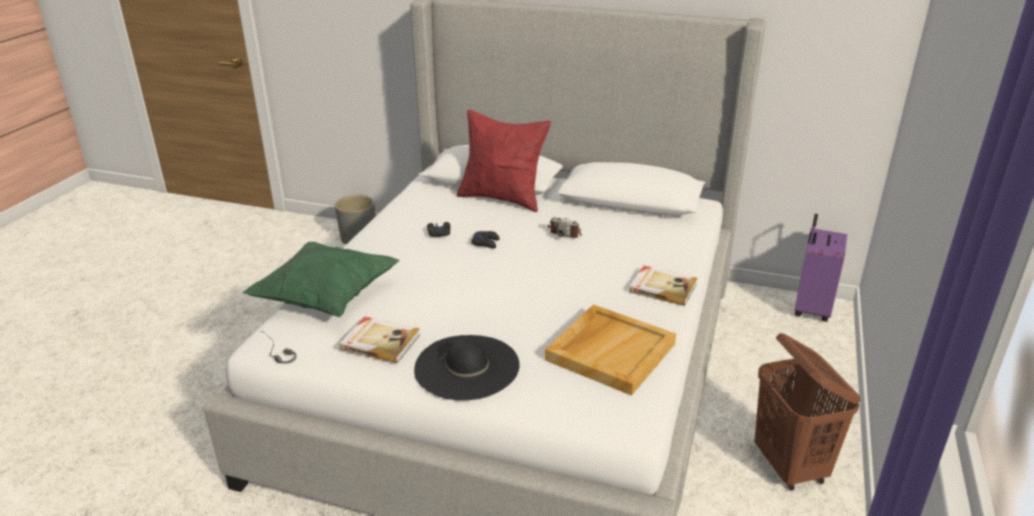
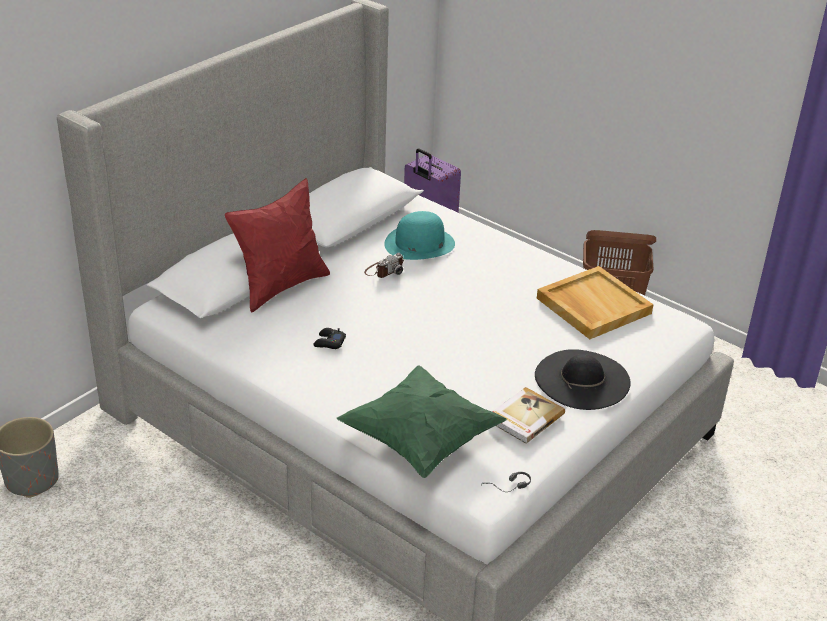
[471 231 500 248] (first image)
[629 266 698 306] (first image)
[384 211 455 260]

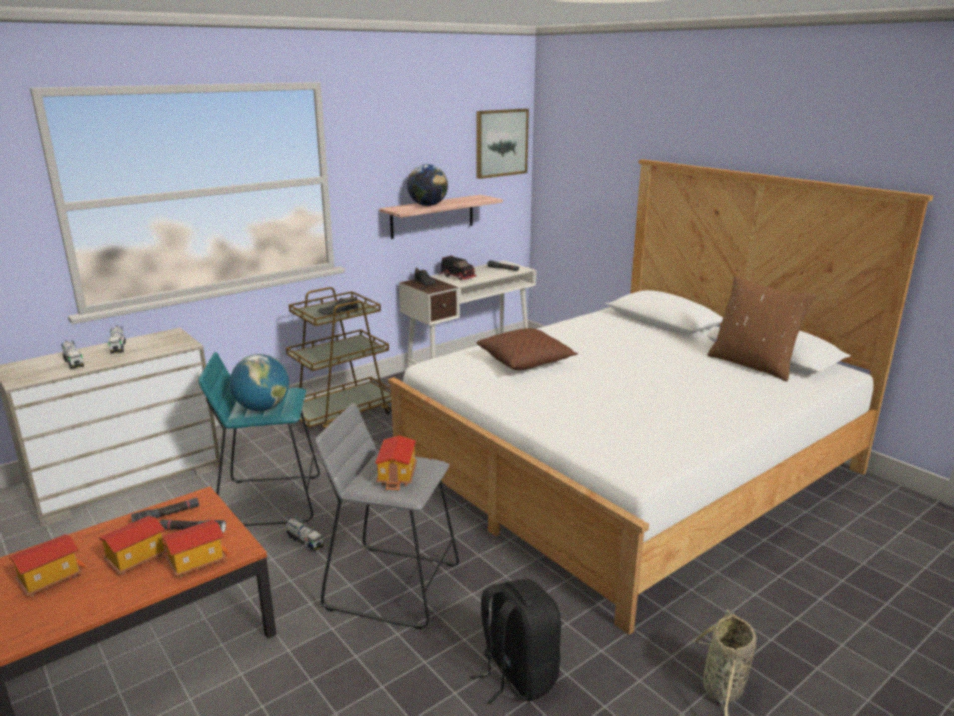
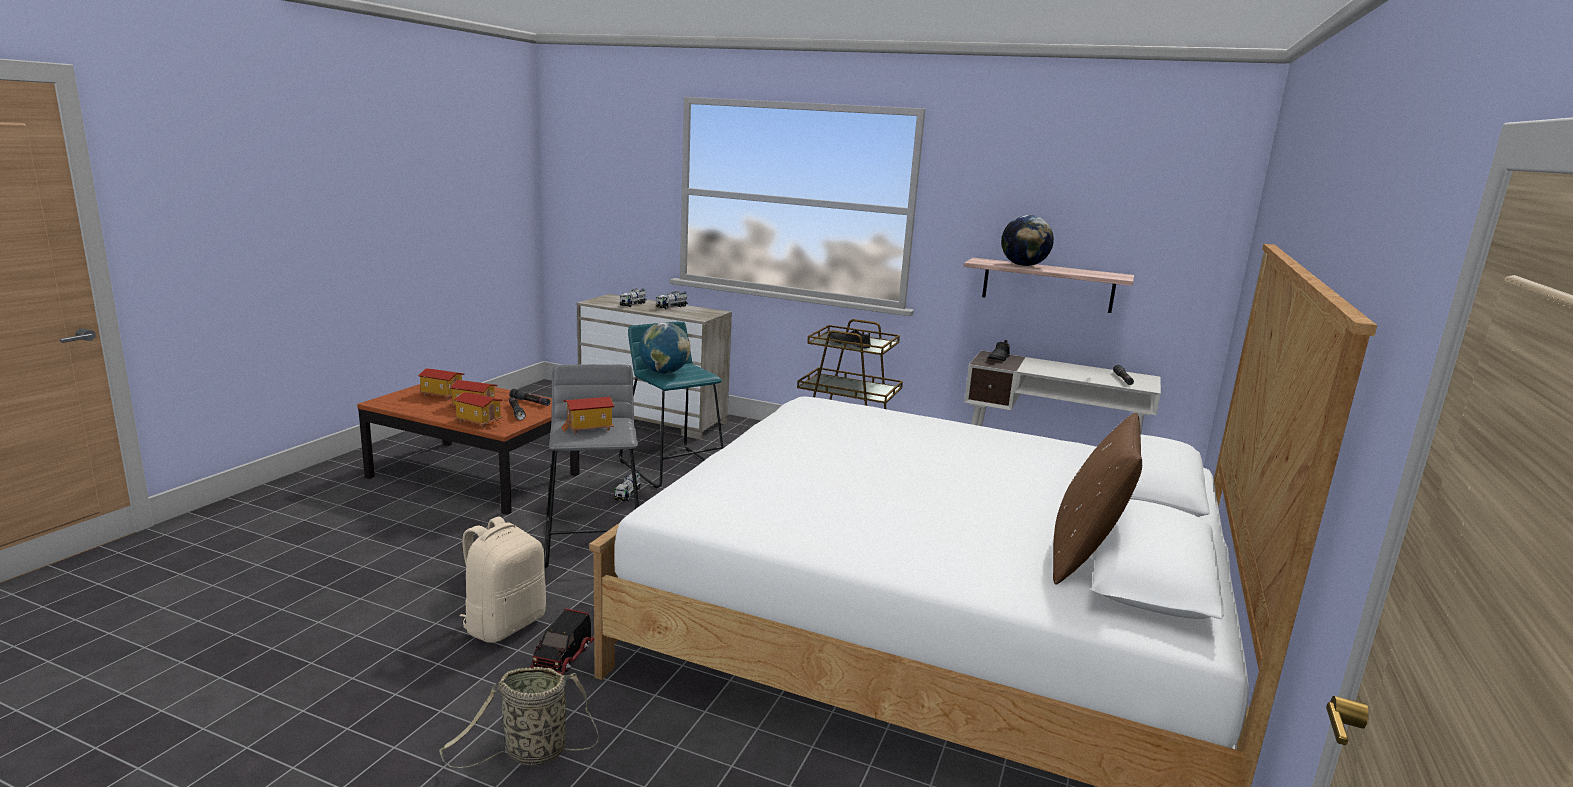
[529 608 594 675]
[459 516 546 643]
[476 109 529 179] (first image)
[476 328 578 370] (first image)

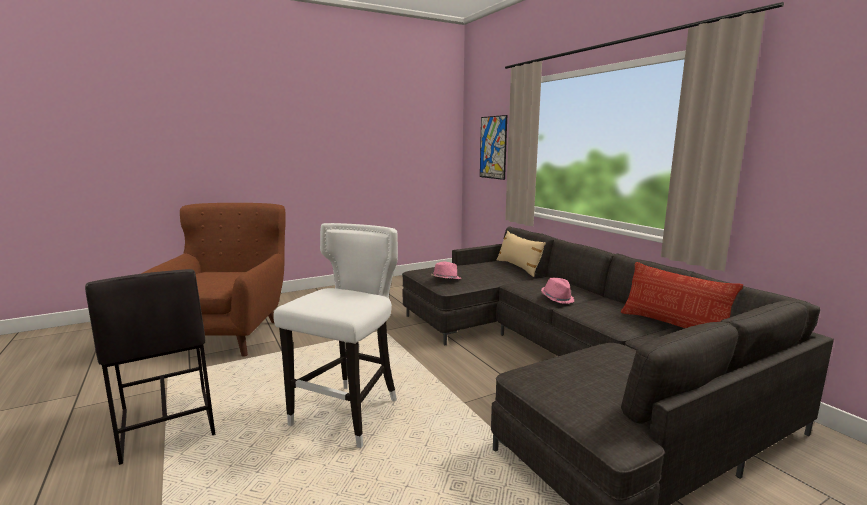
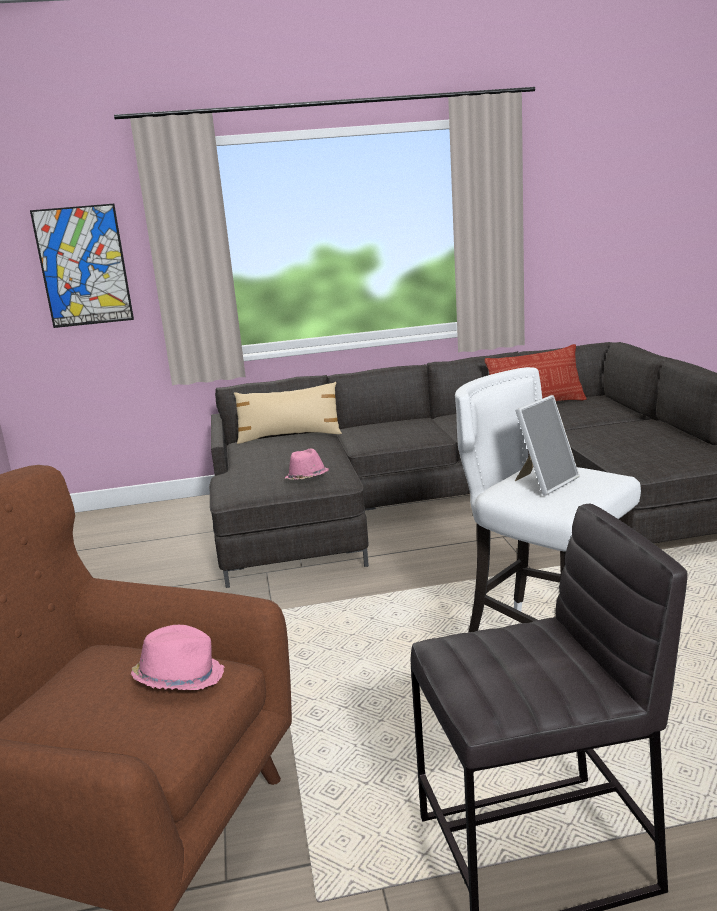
[131 625 225 690]
[515 395 580 495]

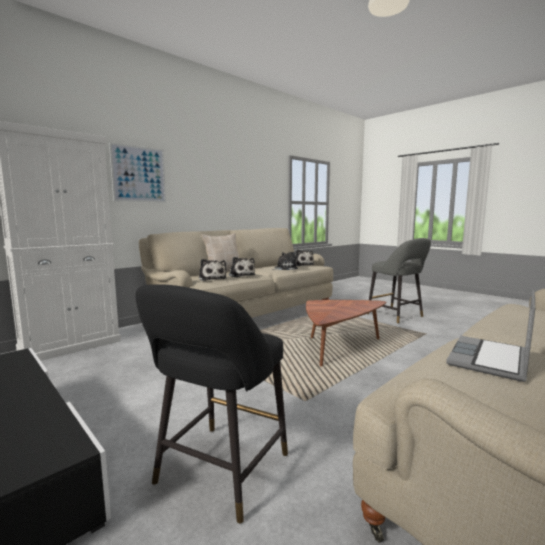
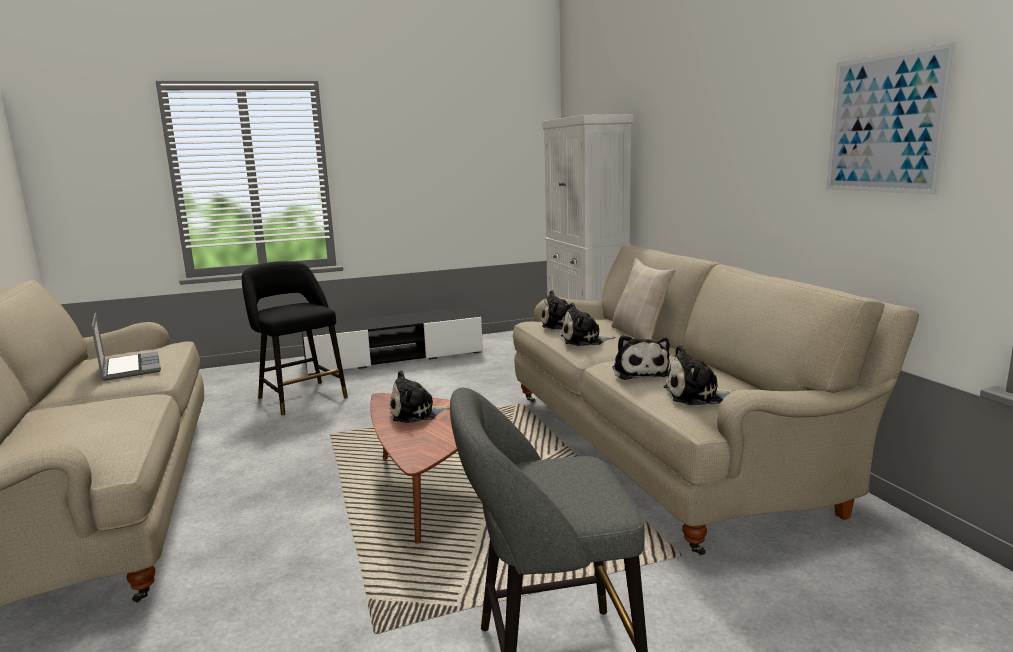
[826 42 957 194]
[390 370 450 423]

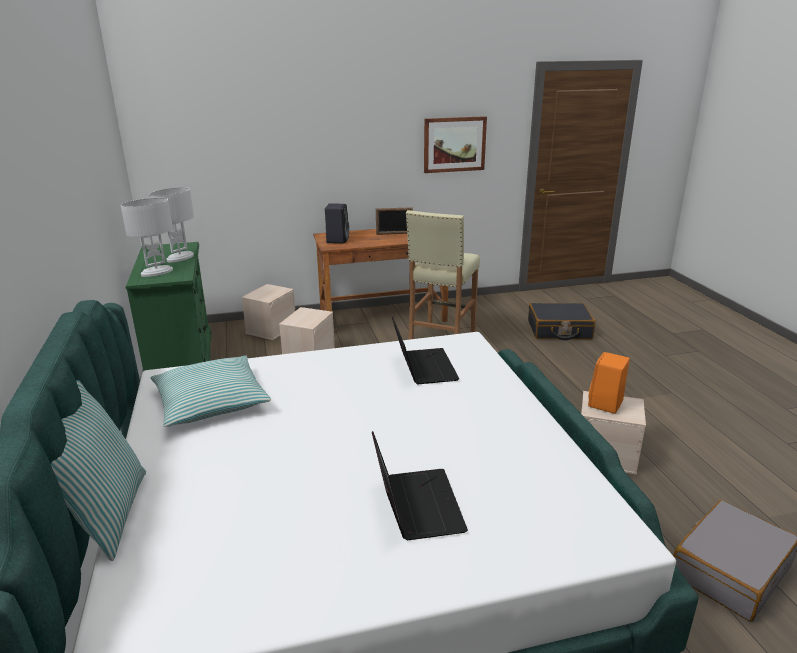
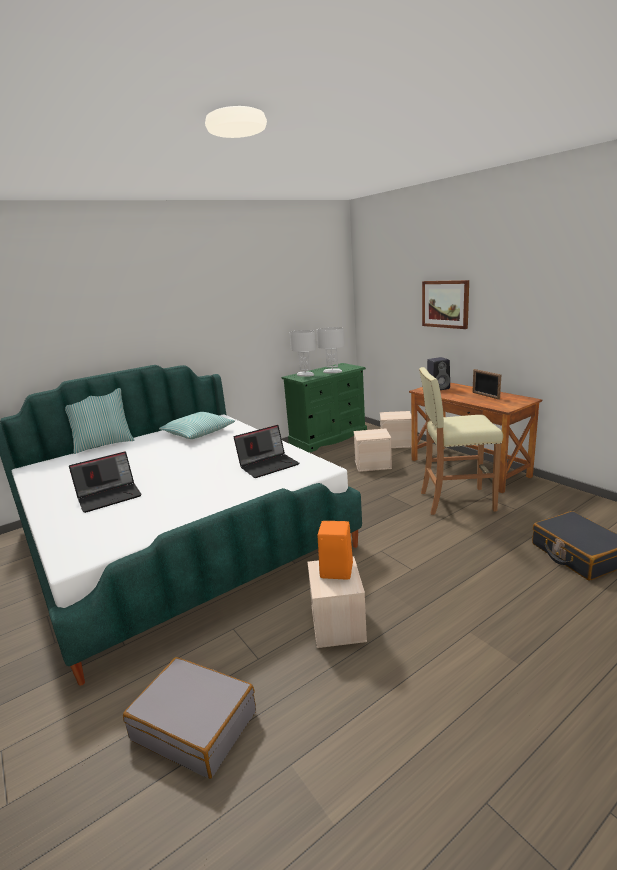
[422 280 469 329]

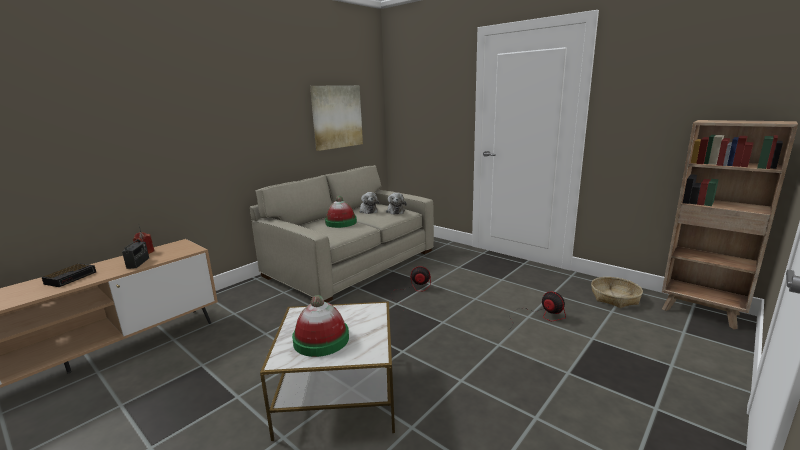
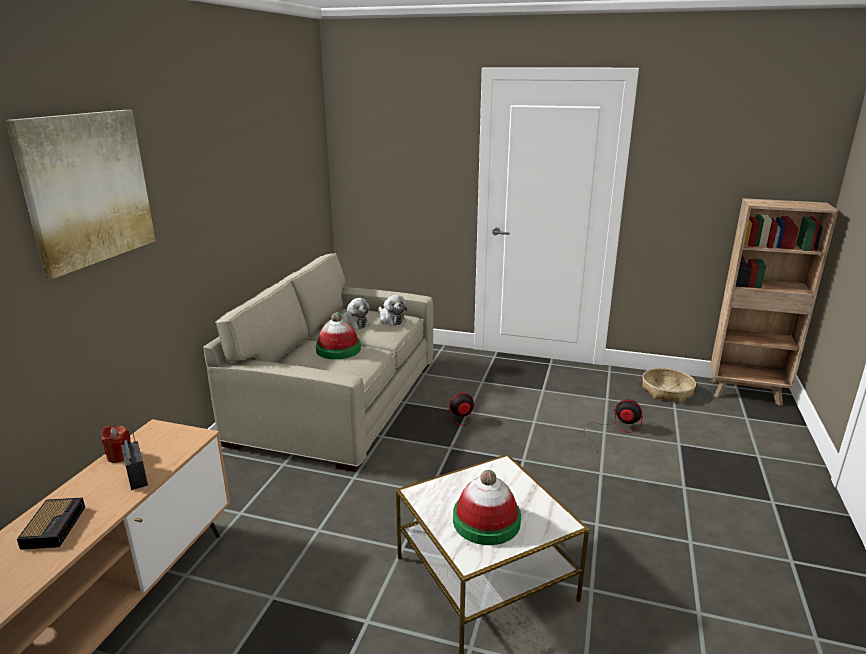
[6 110 156 279]

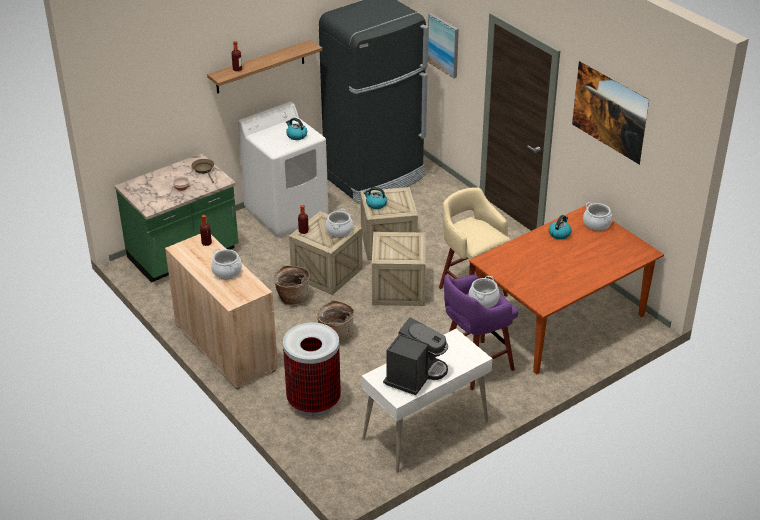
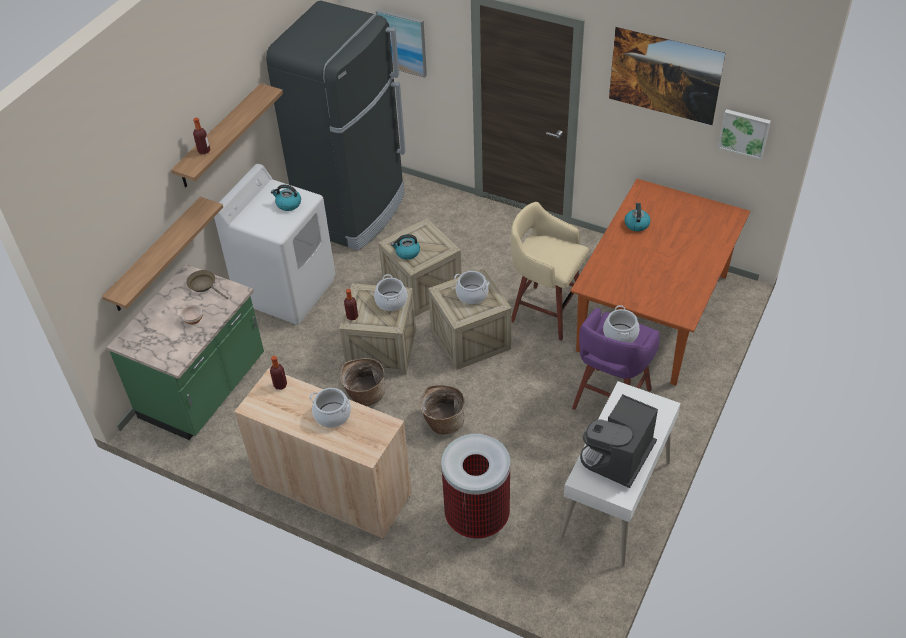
[580 394 658 488]
[454 271 489 304]
[102 197 223 311]
[718 109 771 160]

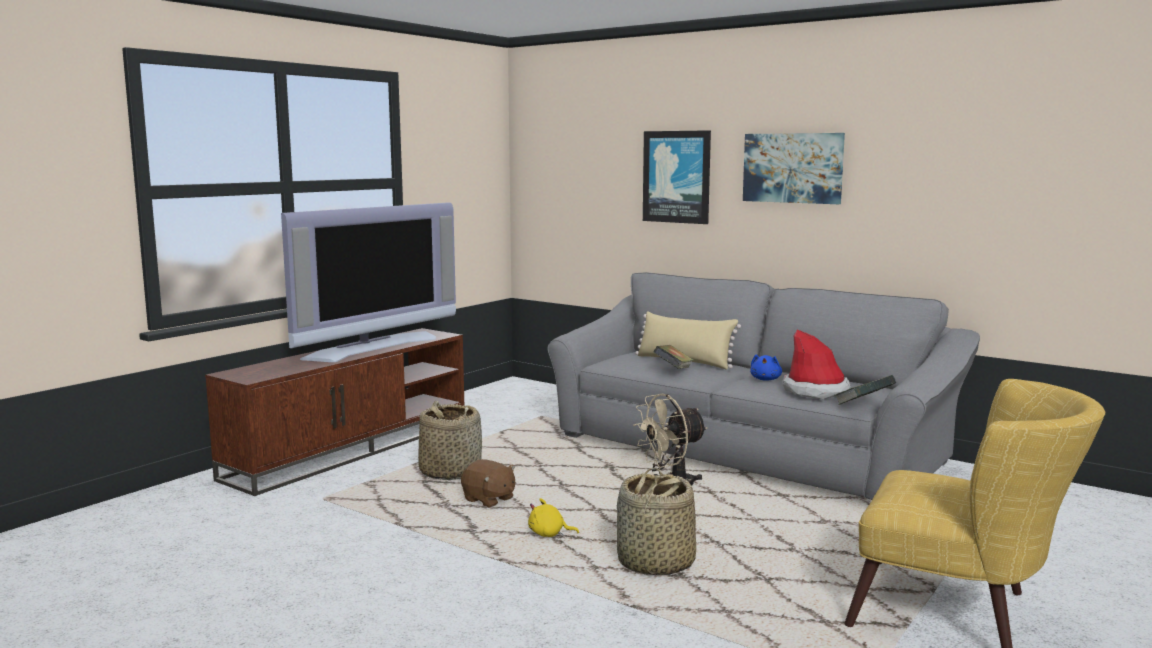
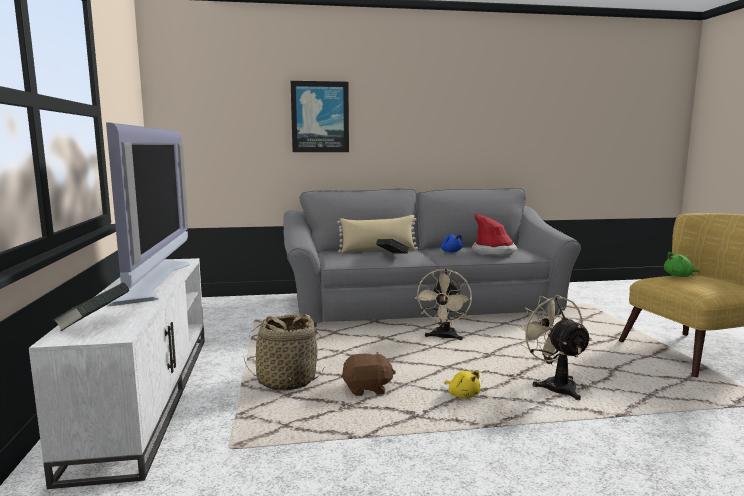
[29 258 205 489]
[445 371 481 398]
[518 295 592 400]
[743 133 845 204] (first image)
[53 282 130 331]
[664 252 700 277]

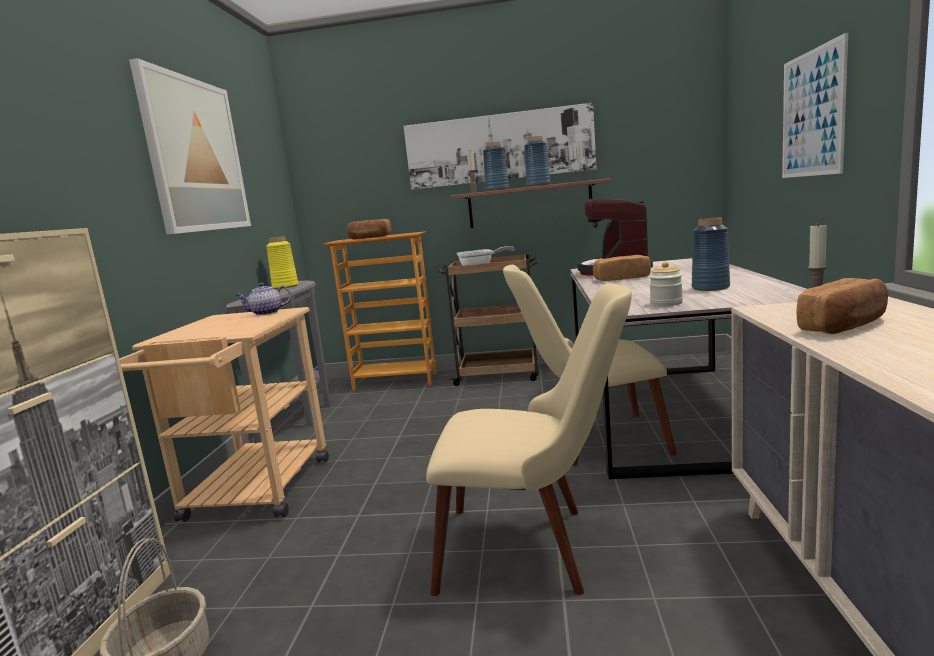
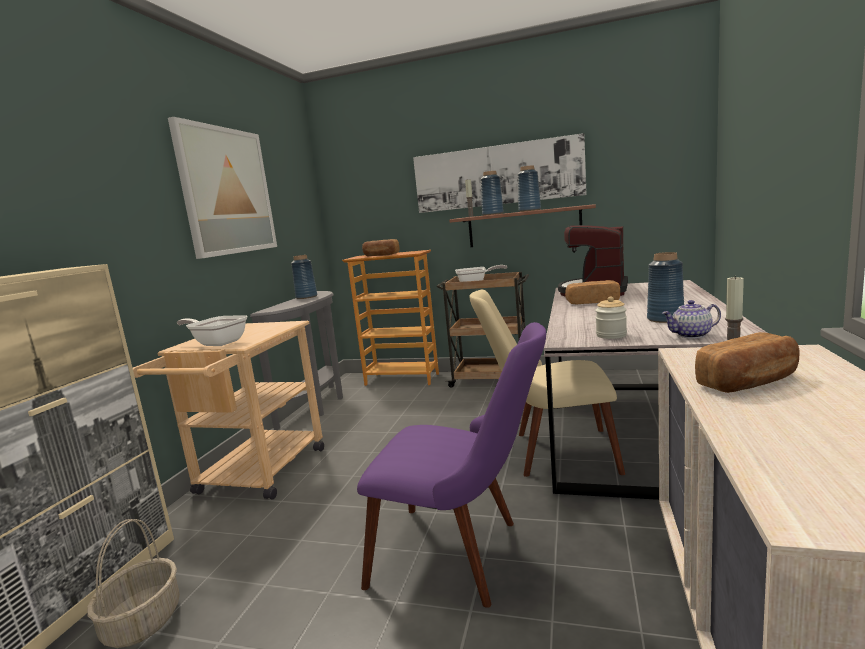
[662 300 721 339]
[291 255 317 299]
[357 322 546 608]
[782 33 848 178] (first image)
[177 315 247 346]

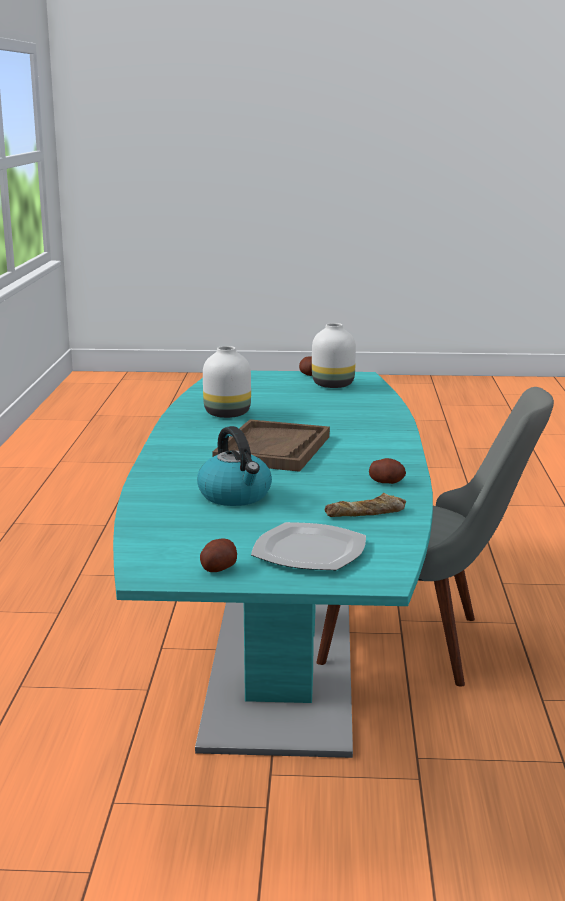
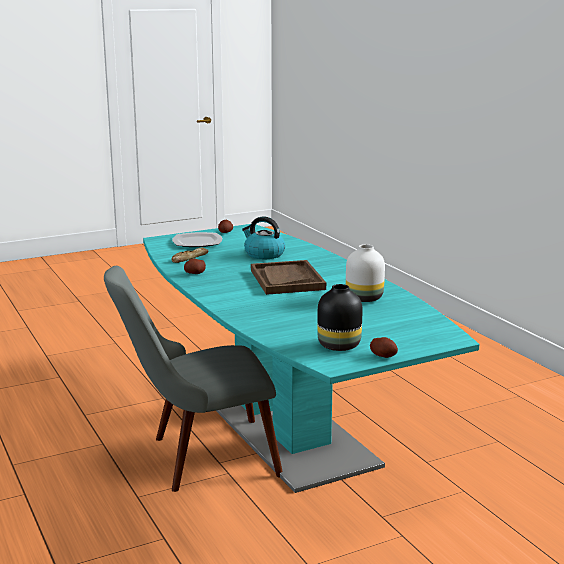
[317 284 363 351]

